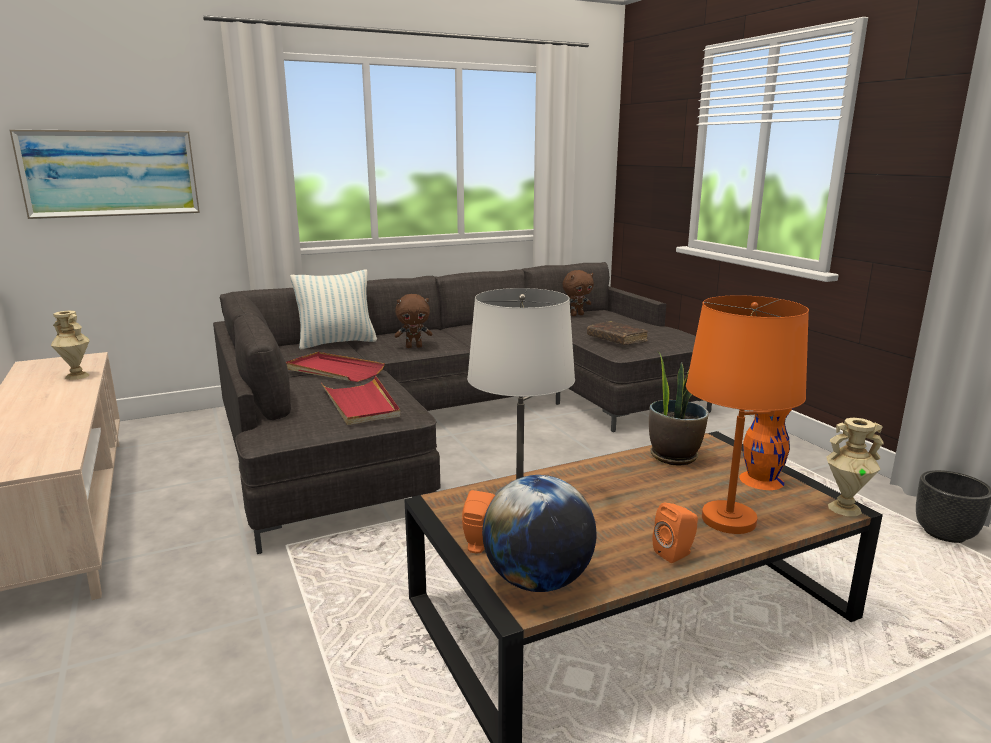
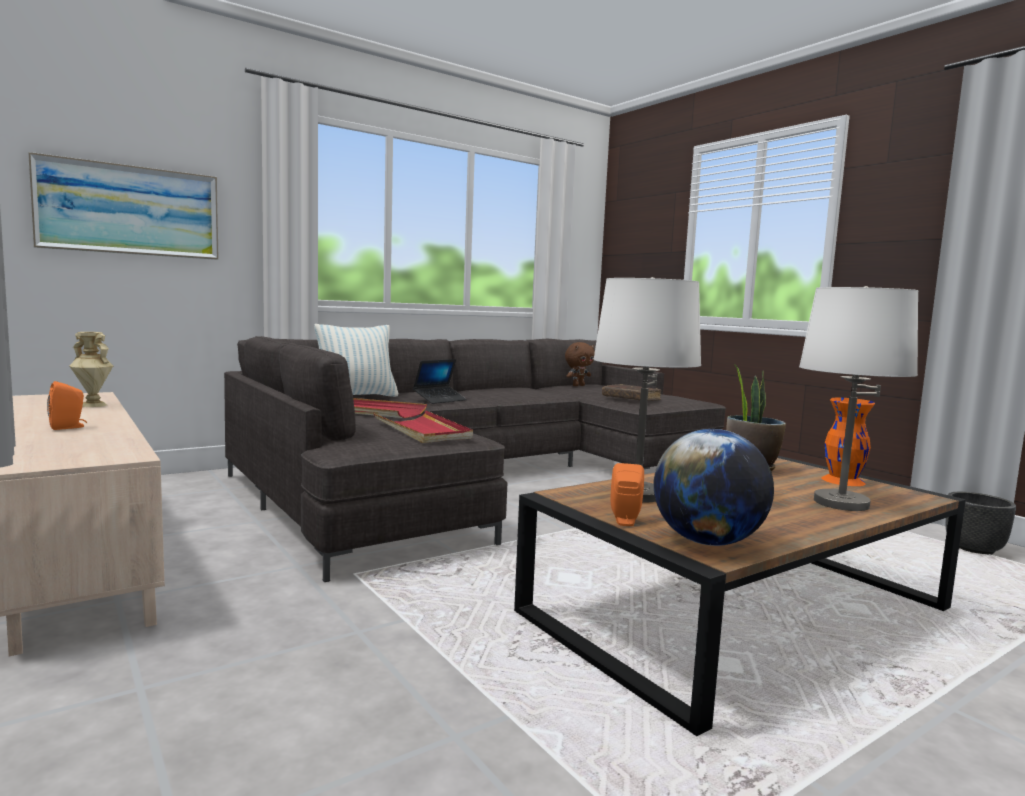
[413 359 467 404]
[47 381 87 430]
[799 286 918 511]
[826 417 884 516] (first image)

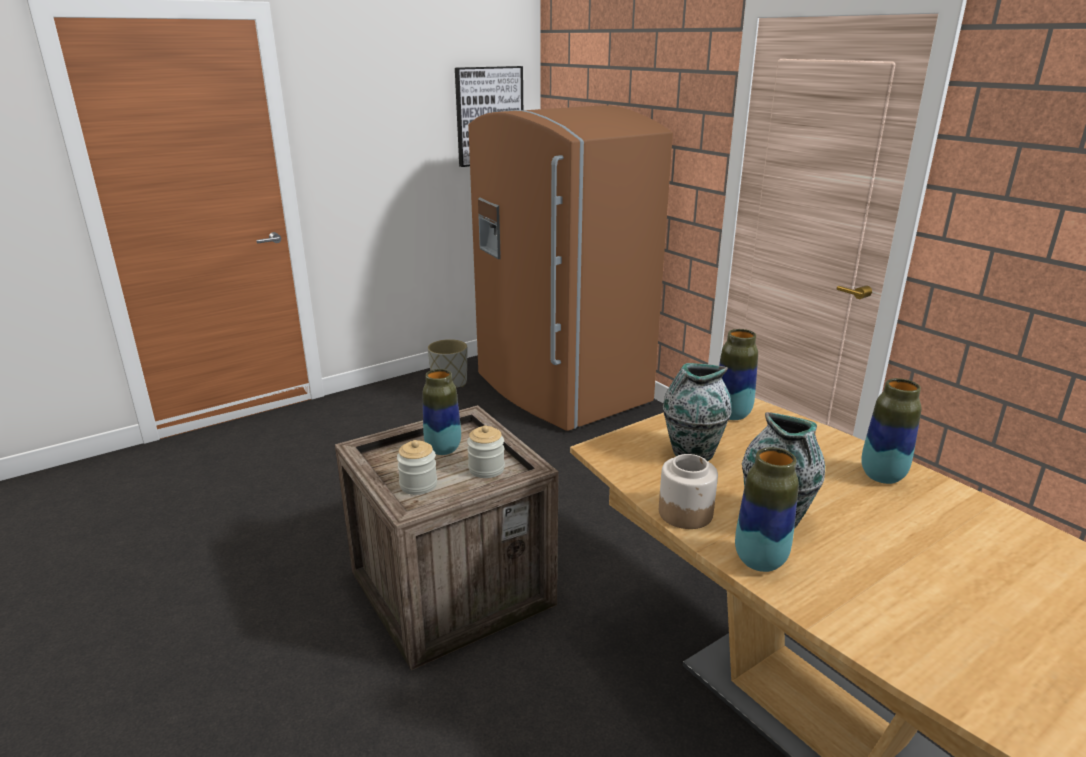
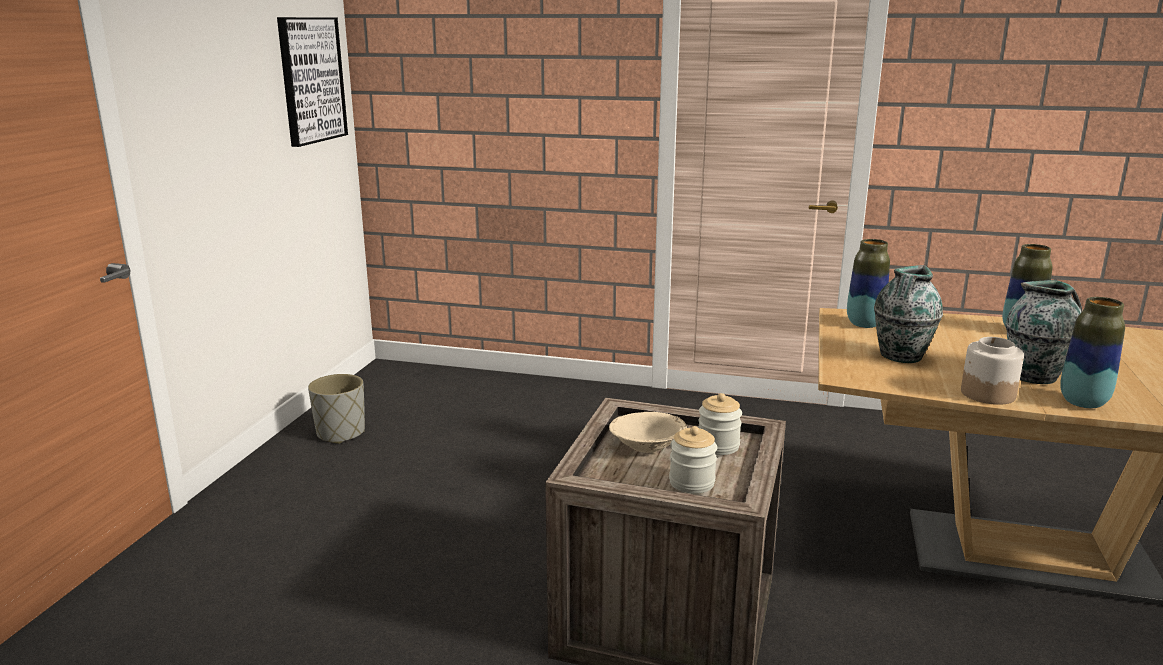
[609 412 687 453]
[468 105 673 431] (first image)

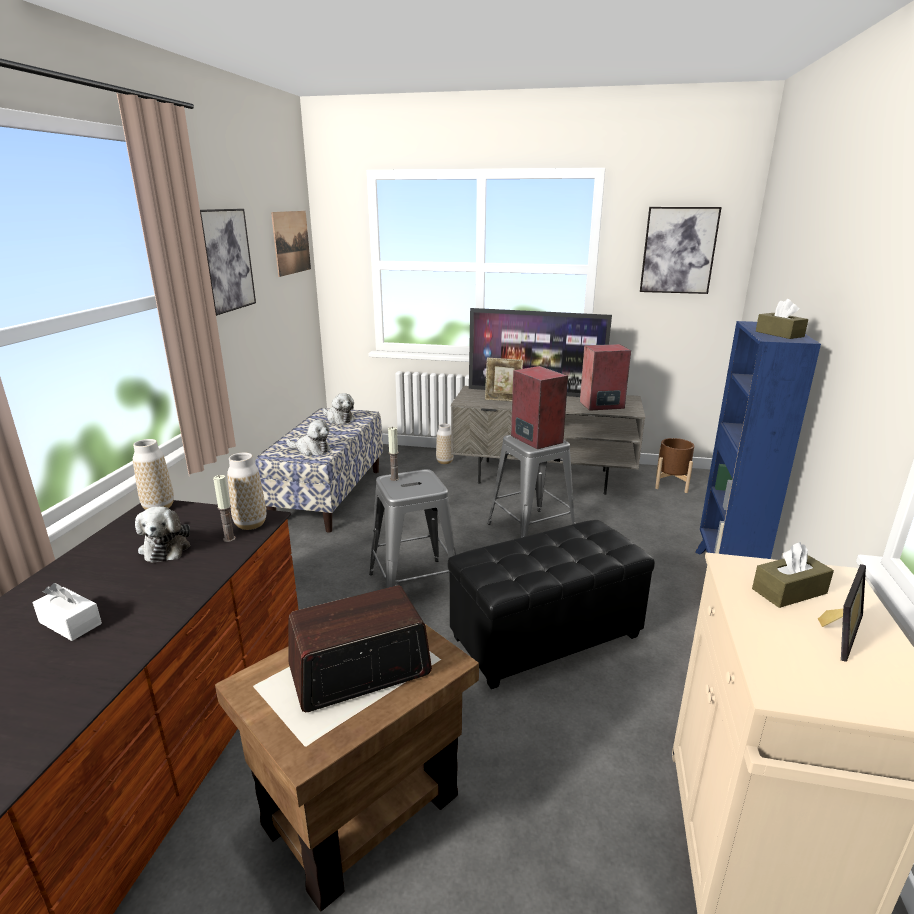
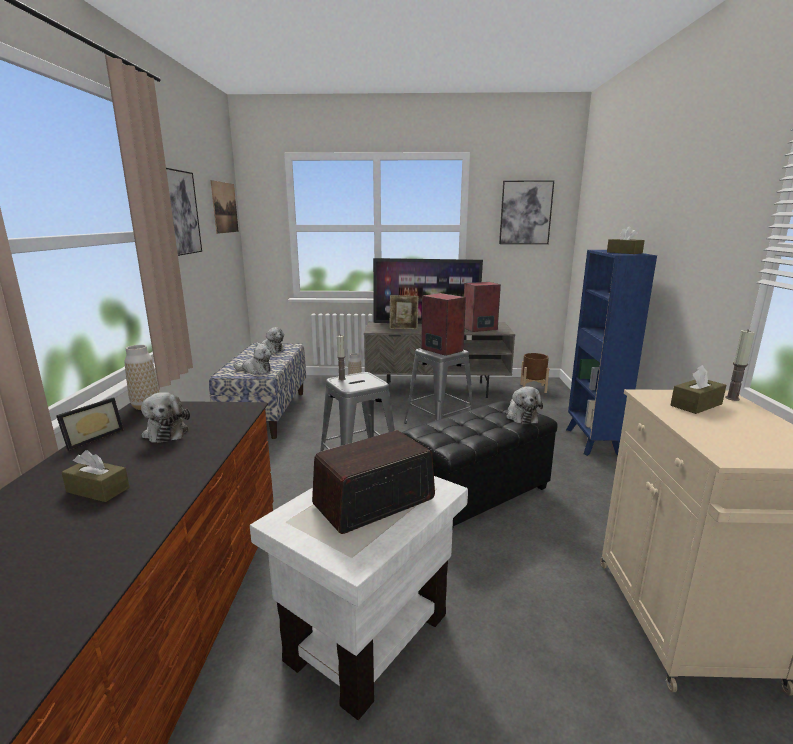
[61 450 130 502]
[725 329 755 401]
[250 476 468 720]
[227 453 266 530] (first image)
[56 397 124 451]
[506 386 543 424]

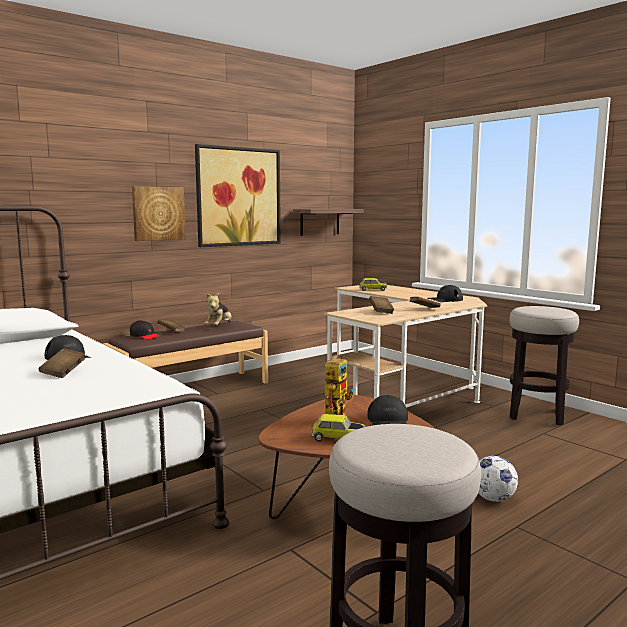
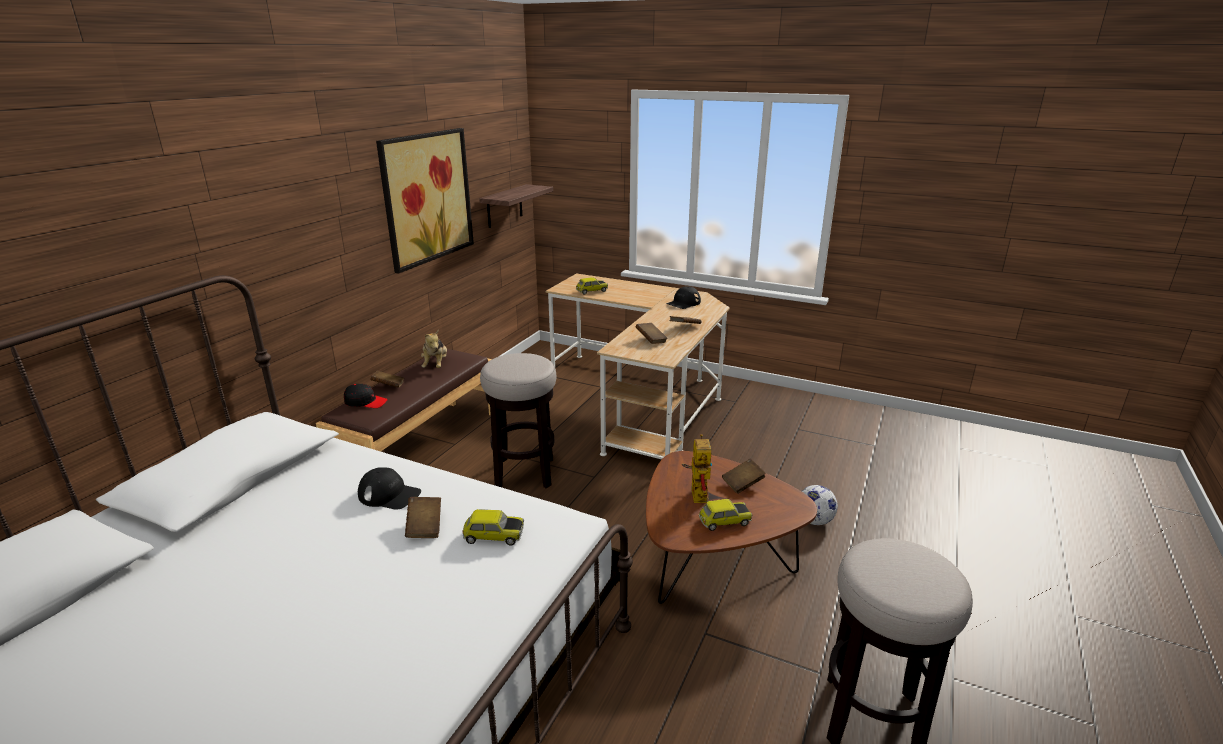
[132 186 186 241] (first image)
[722 459 766 494]
[480 353 556 488]
[462 509 524 546]

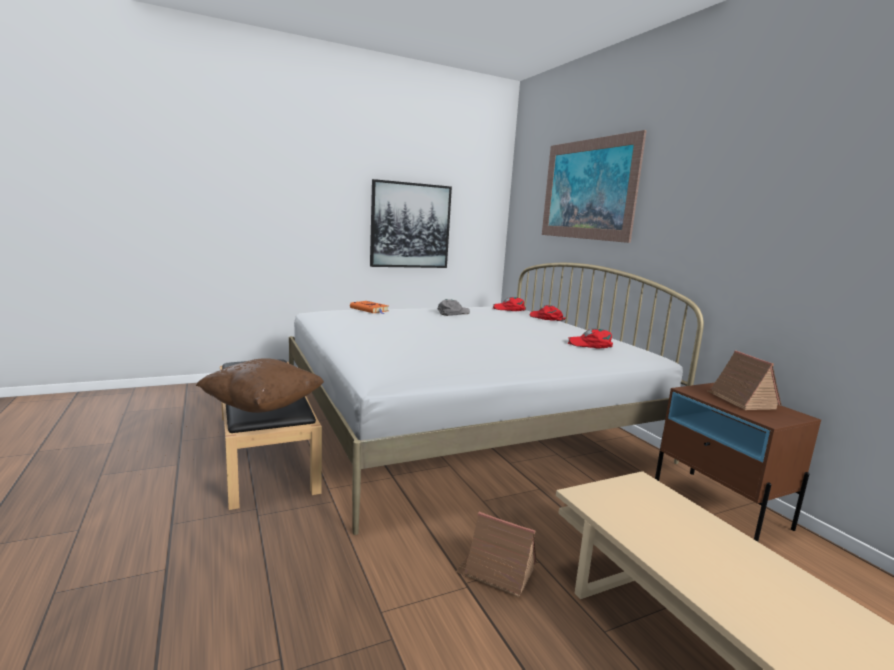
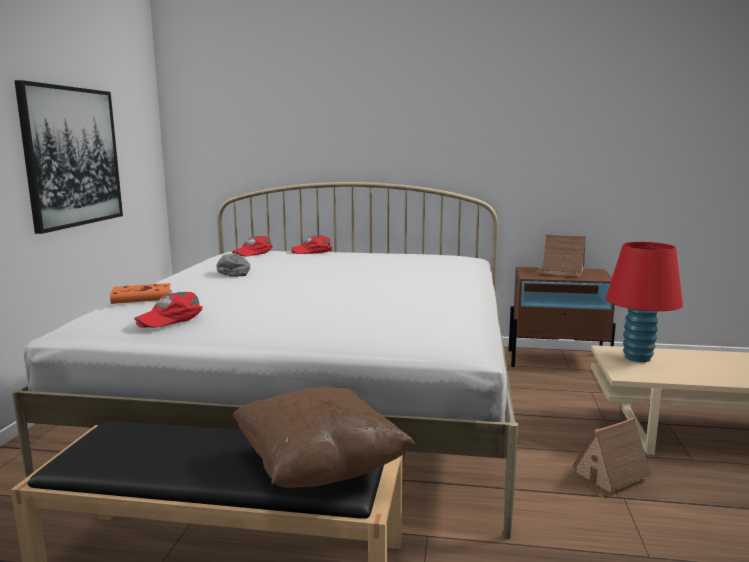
[542 130 647 243] (first image)
[134 292 203 328]
[606 242 683 362]

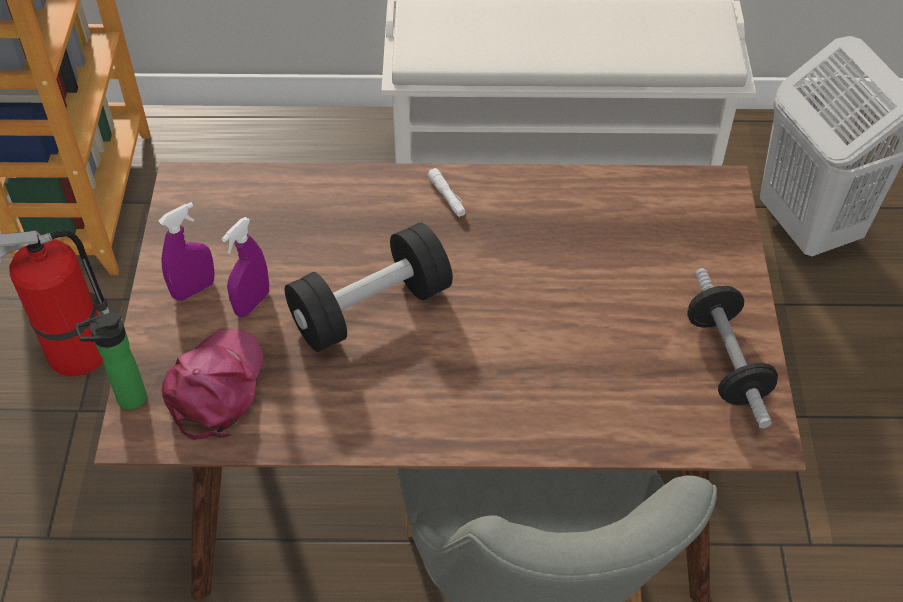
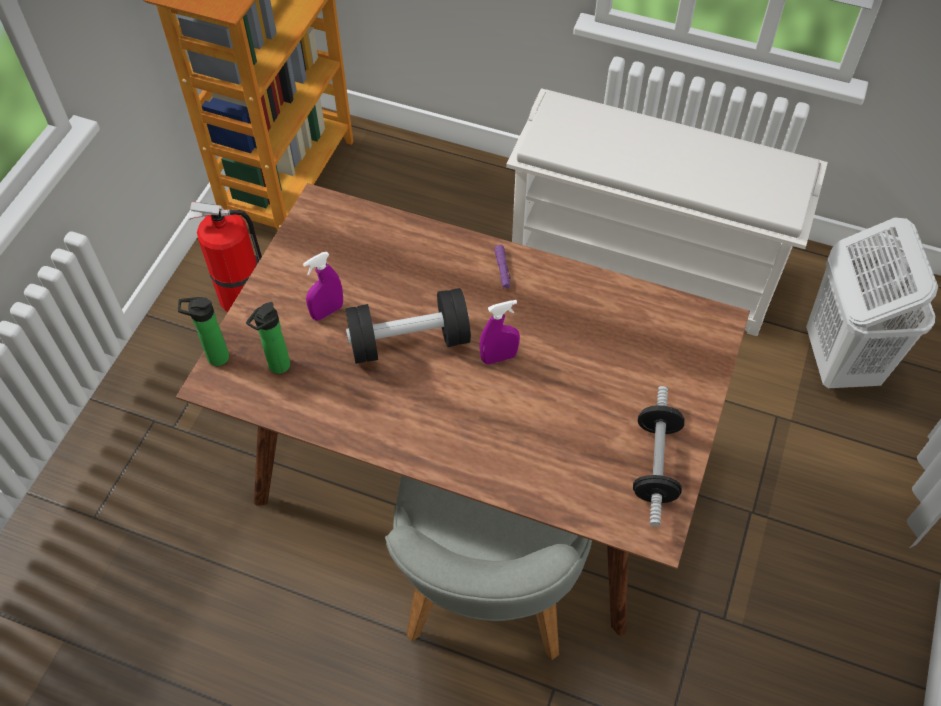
[480 300 520 364]
[246 302 290 374]
[494 245 511 289]

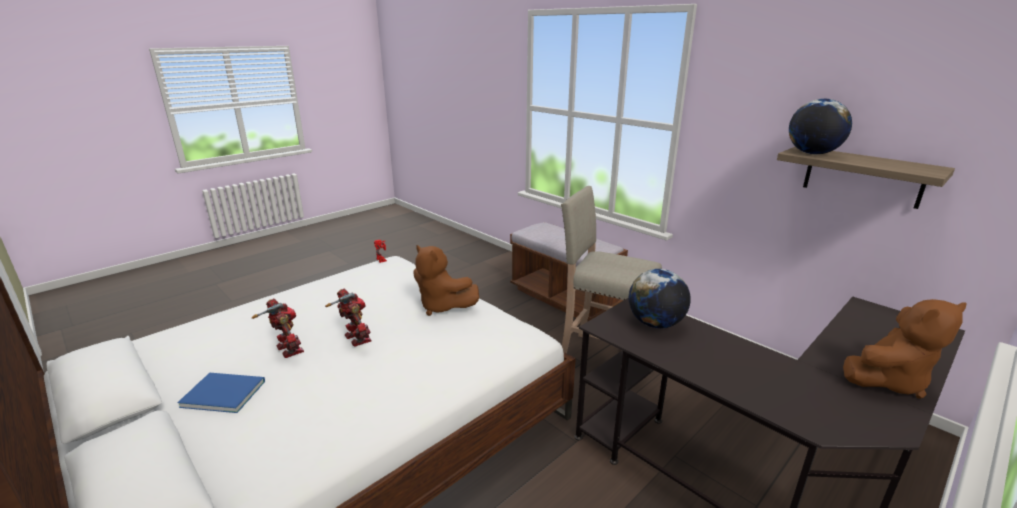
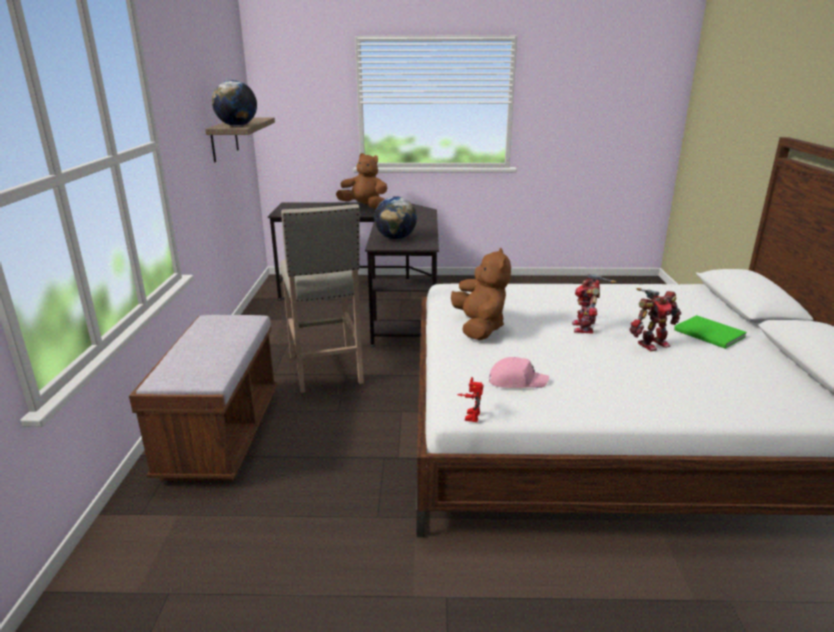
[674 315 747 349]
[630 288 681 351]
[489 357 549 388]

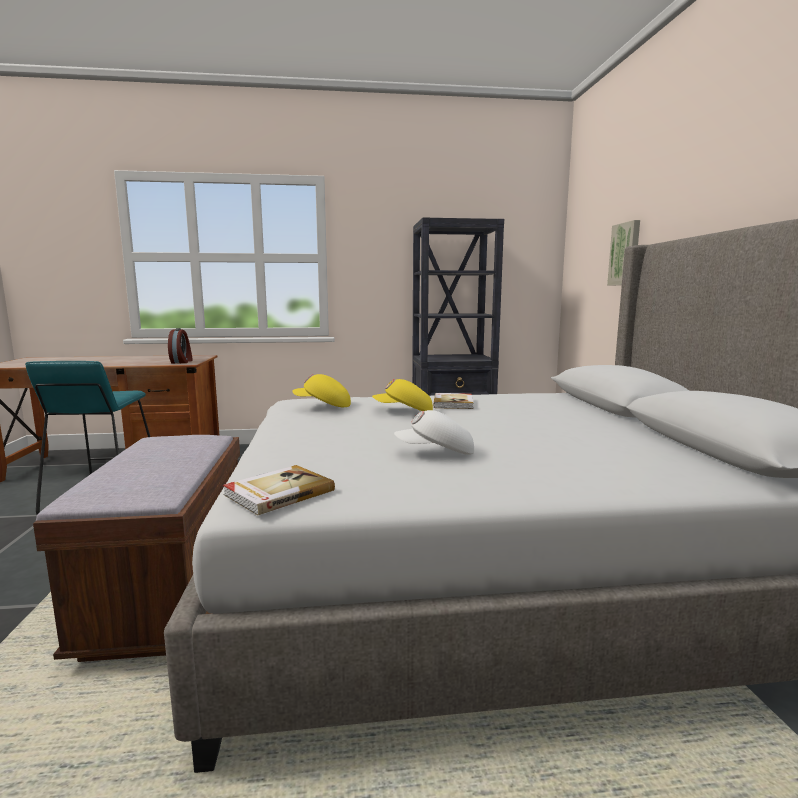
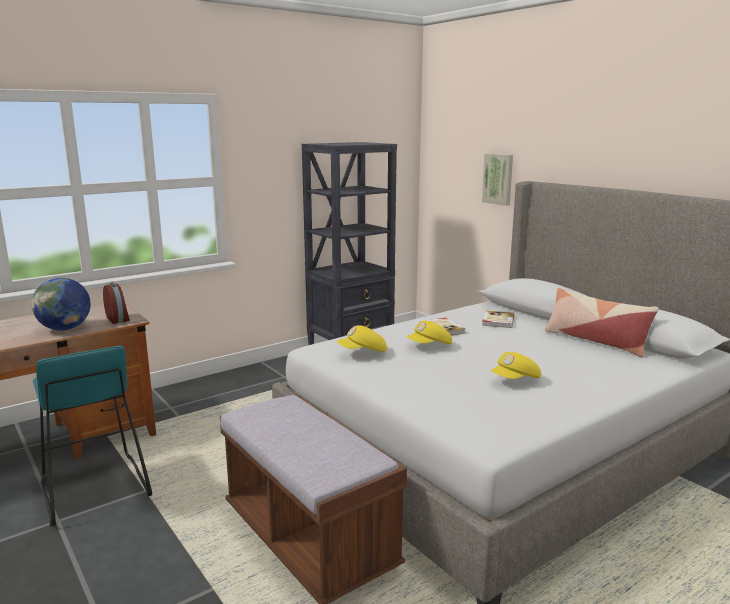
[482 310 515 328]
[491 352 541 379]
[32 278 91 331]
[545 288 659 358]

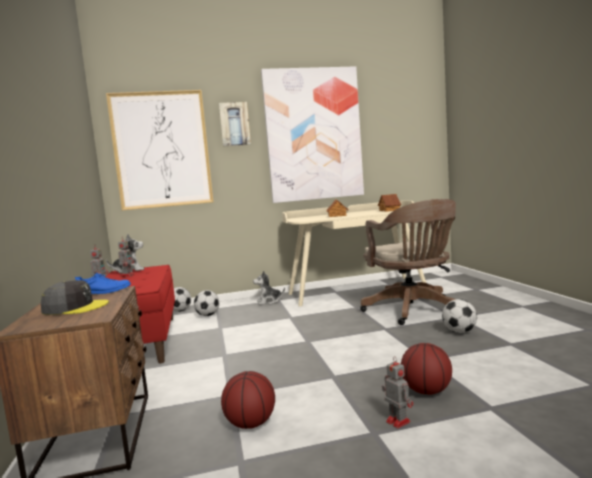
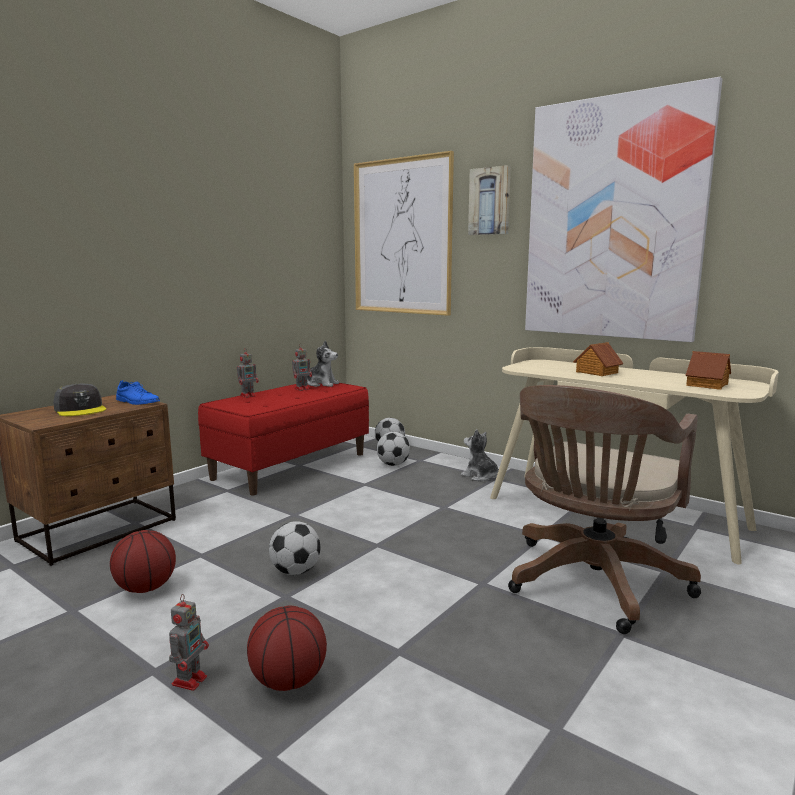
[269 521 320 575]

